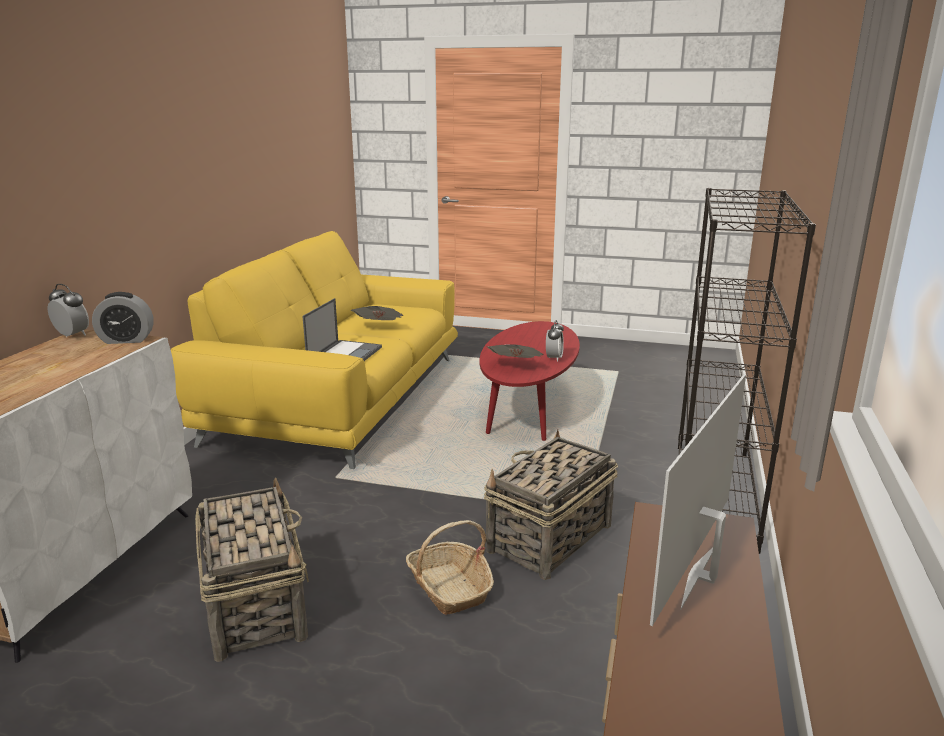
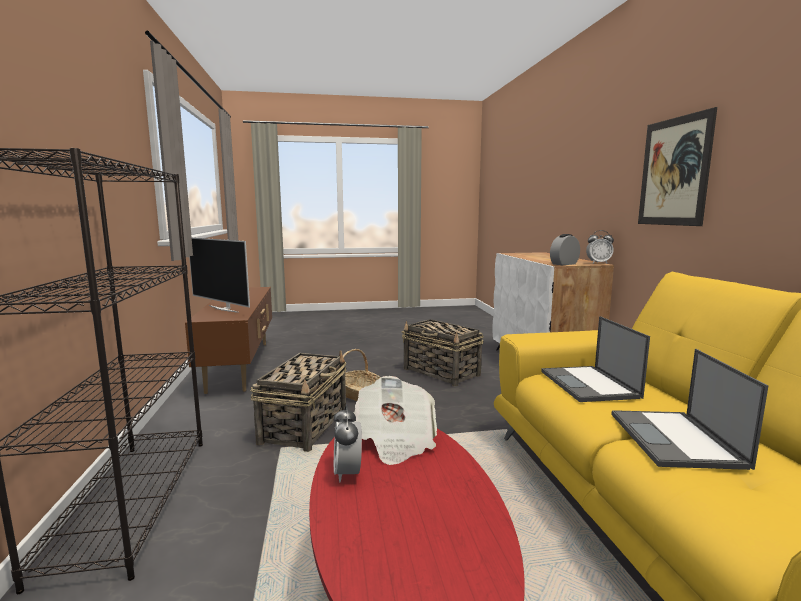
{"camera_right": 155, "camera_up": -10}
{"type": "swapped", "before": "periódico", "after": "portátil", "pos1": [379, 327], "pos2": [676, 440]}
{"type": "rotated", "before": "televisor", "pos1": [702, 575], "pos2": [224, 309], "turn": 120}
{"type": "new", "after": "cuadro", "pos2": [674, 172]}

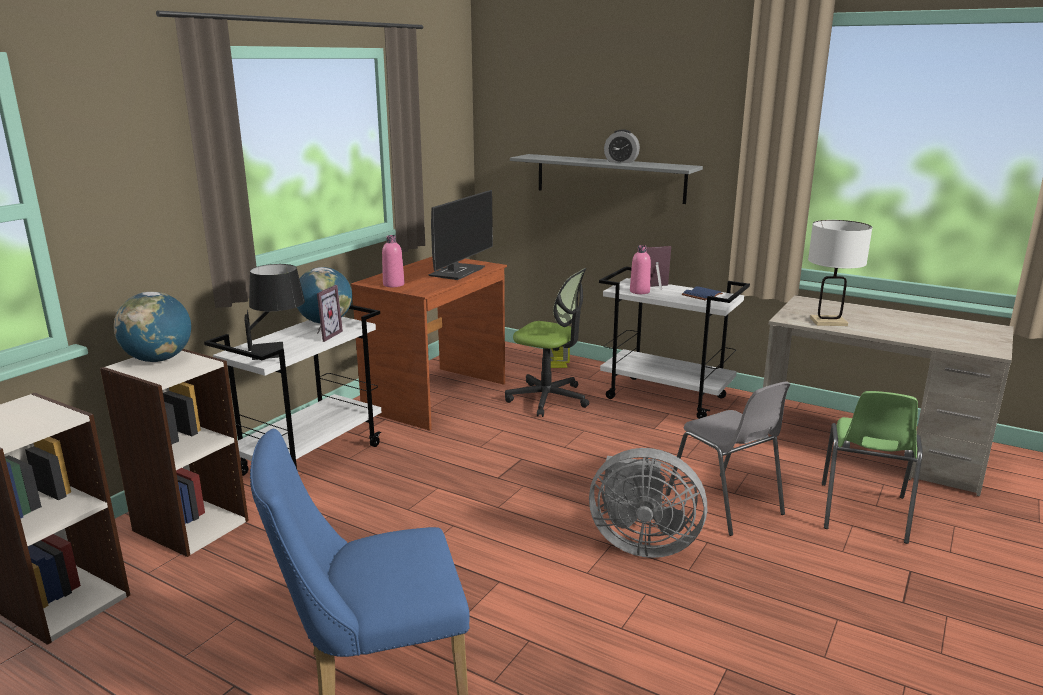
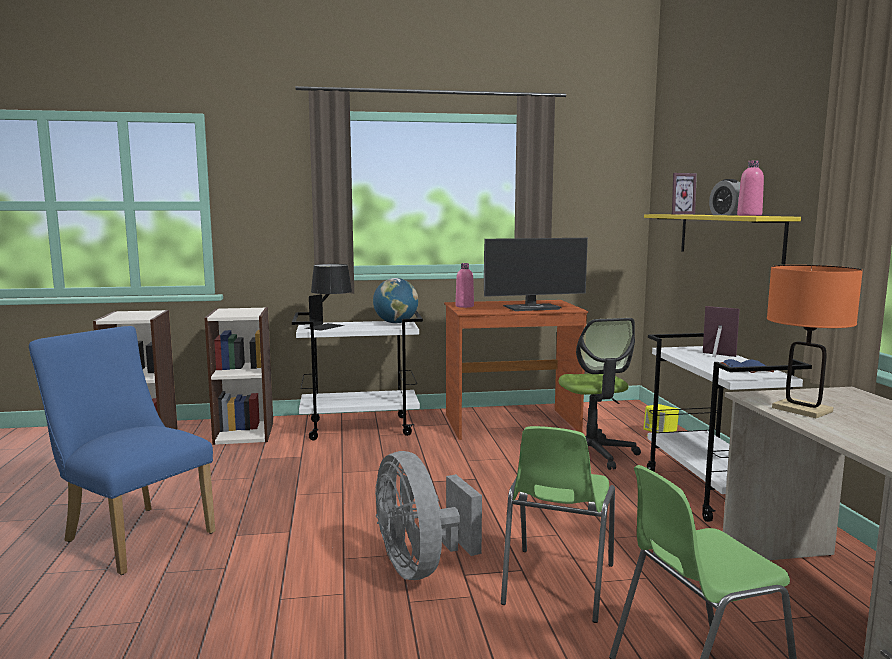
{"camera_right": 50, "camera_up": -10}
{"type": "gone", "before": "globo terráqueo", "pos1": [158, 359]}
{"type": "shifted", "before": "portarretratos", "pos1": [325, 335], "pos2": [678, 214]}
{"type": "repainted", "before": "estante/gris", "after": "estante/amarillo", "pos1": [609, 178], "pos2": [728, 236]}
{"type": "shifted", "before": "botella/rosa", "pos1": [639, 291], "pos2": [749, 215]}
{"type": "repainted", "before": "silla/gris", "after": "silla/verde", "pos1": [725, 505], "pos2": [557, 584]}
{"type": "repainted", "before": "lámpara de mesa/blanco", "after": "lámpara de mesa/naranja", "pos1": [828, 322], "pos2": [802, 410]}

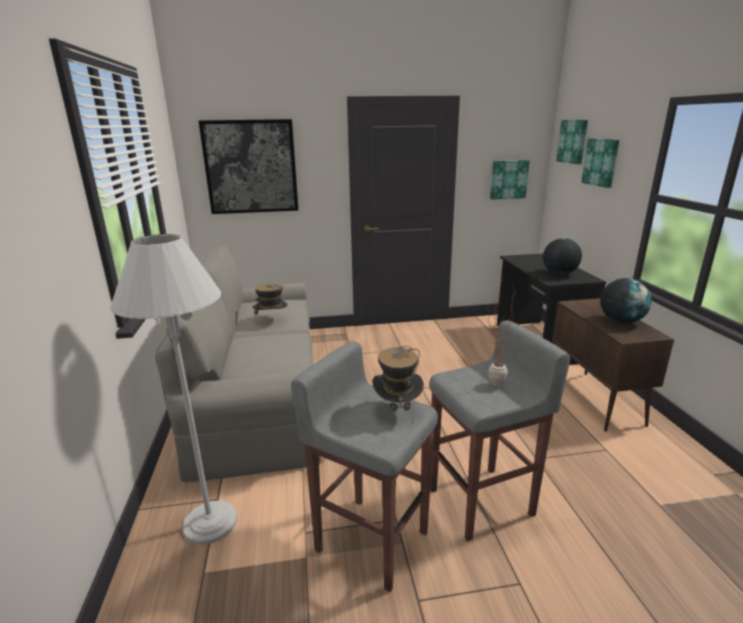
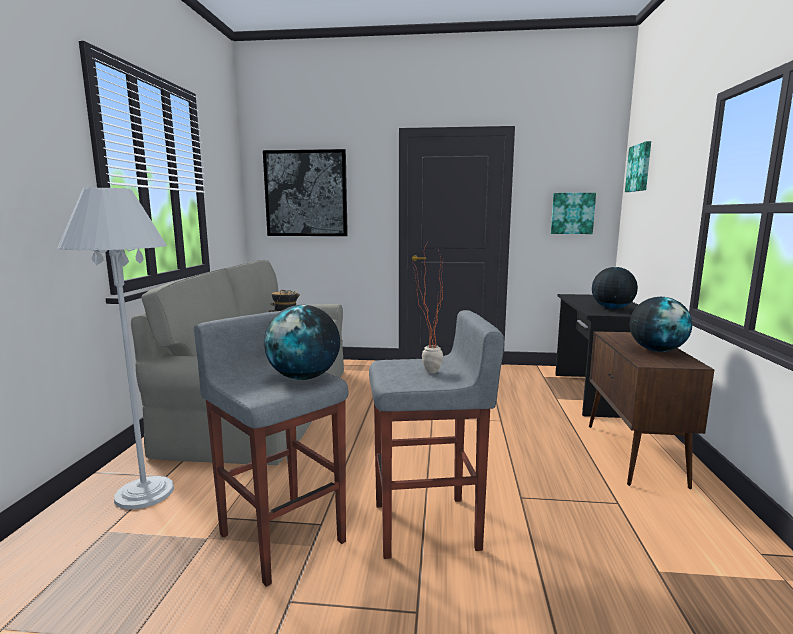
{"camera_right": 15, "camera_up": -10}
{"type": "swapped", "before": "sombrero", "after": "globo terráqueo", "pos1": [397, 410], "pos2": [304, 377]}
{"type": "gone", "before": "cuadro", "pos1": [601, 162]}

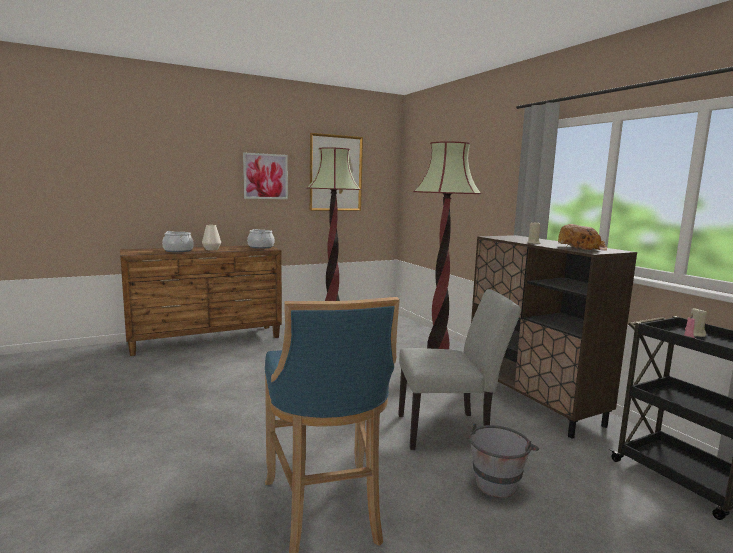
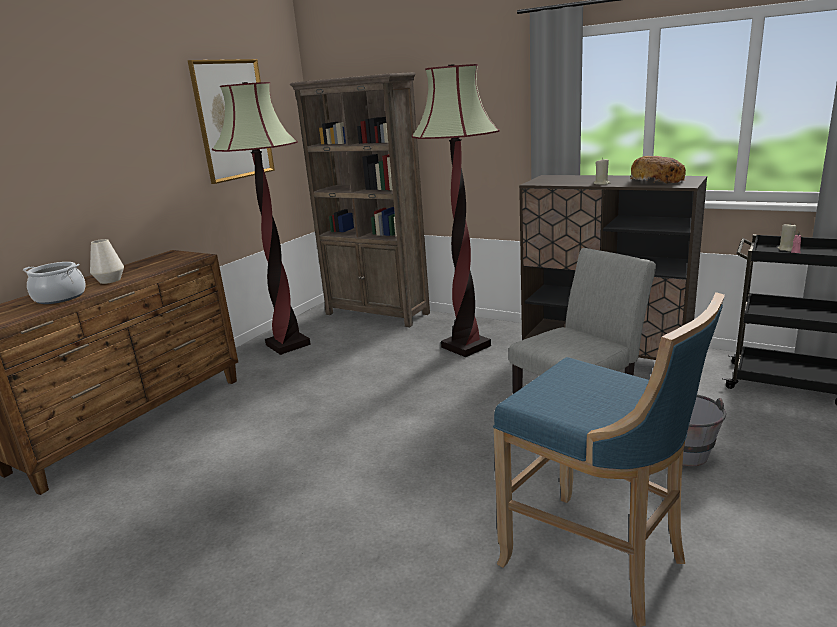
{"camera_right": -30, "camera_up": 10}
{"type": "gone", "before": "cuadro", "pos1": [265, 176]}
{"type": "gone", "before": "olla", "pos1": [261, 247]}
{"type": "new", "after": "estantería/marrón", "pos2": [377, 314]}

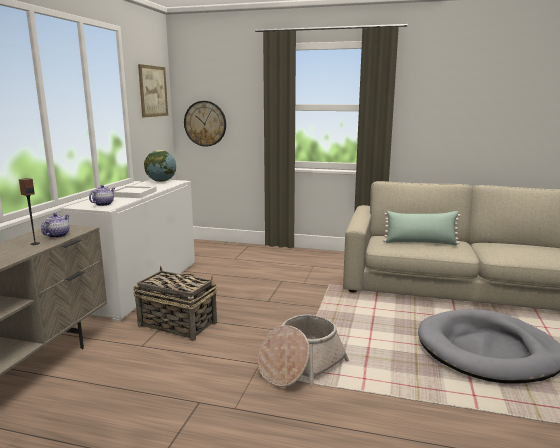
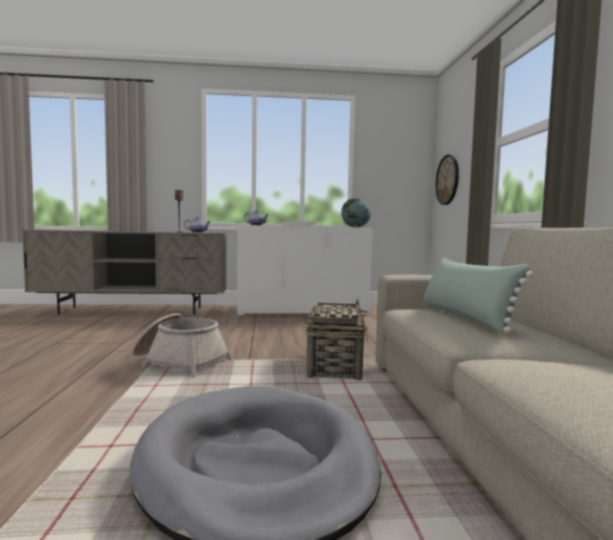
{"camera_right": 70, "camera_up": -10}
{"type": "shifted", "before": "cesta", "pos1": [177, 324], "pos2": [335, 365]}
{"type": "gone", "before": "cuadro", "pos1": [153, 91]}

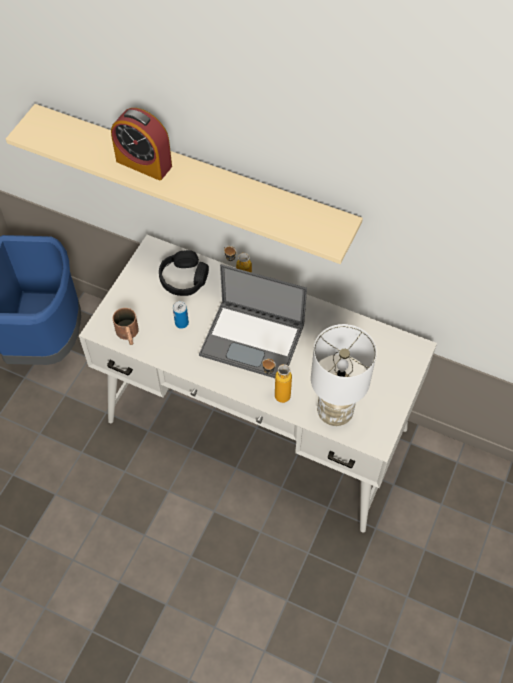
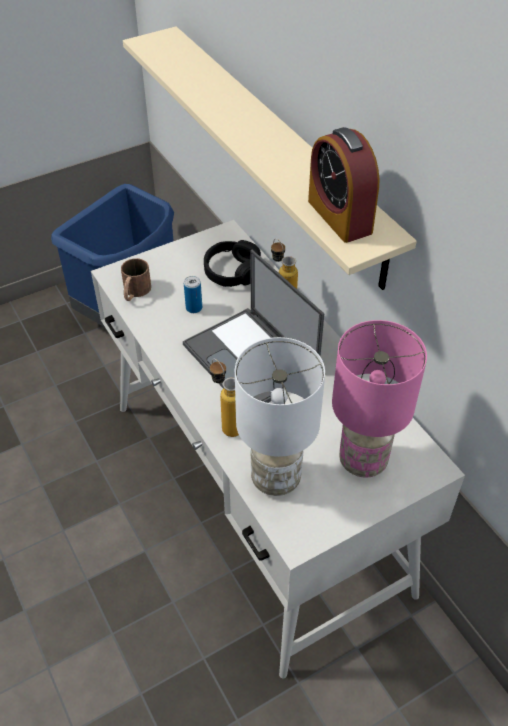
{"camera_right": 35, "camera_up": -10}
{"type": "shifted", "before": "despertador", "pos1": [144, 163], "pos2": [339, 216]}
{"type": "new", "after": "lámpara de mesa/rosa", "pos2": [363, 462]}

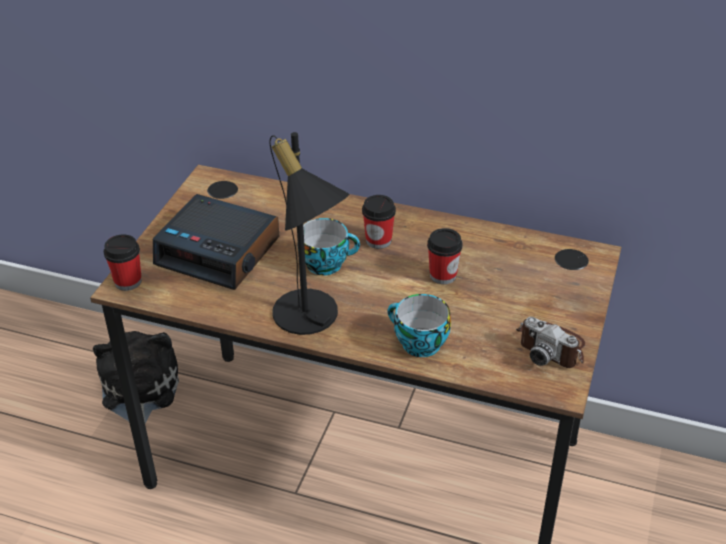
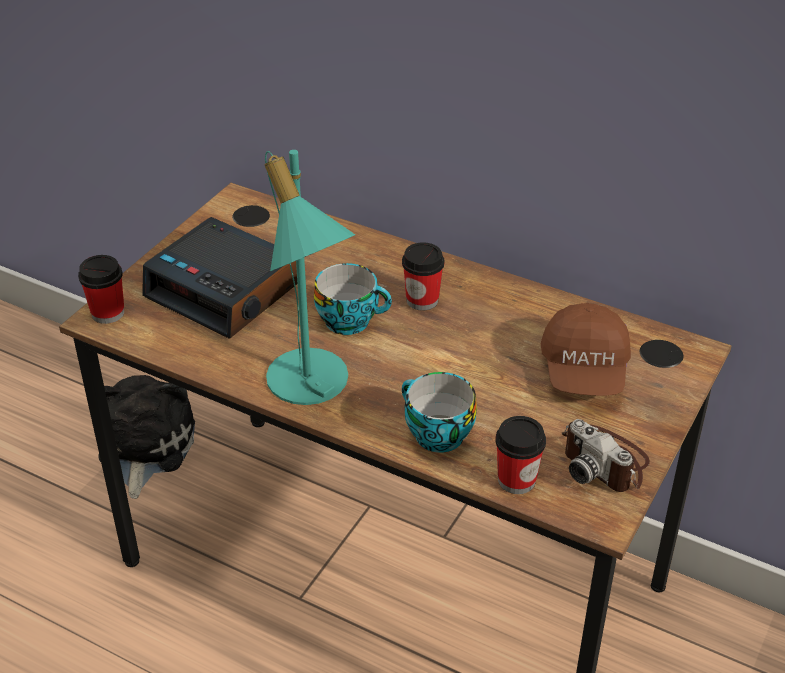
{"camera_right": 10, "camera_up": 0}
{"type": "repainted", "before": "lámpara de mesa/negro", "after": "lámpara de mesa/turquesa", "pos1": [311, 320], "pos2": [311, 388]}
{"type": "shifted", "before": "taza", "pos1": [443, 275], "pos2": [516, 480]}
{"type": "new", "after": "gorra/marrón", "pos2": [584, 371]}

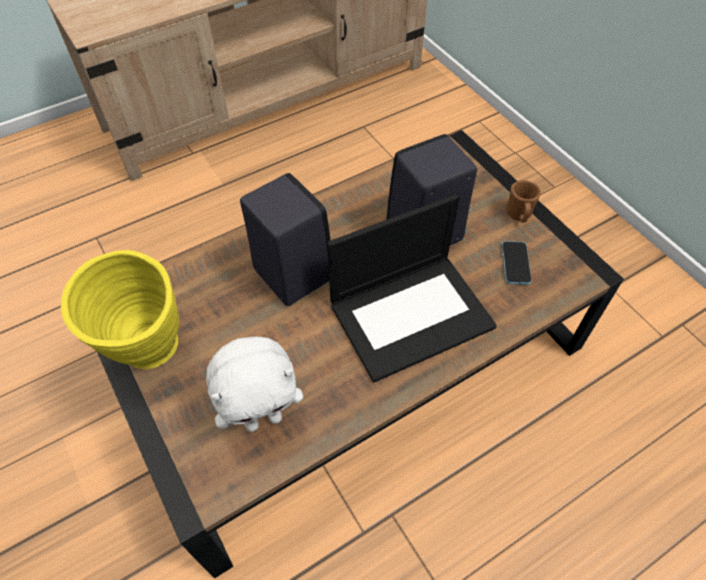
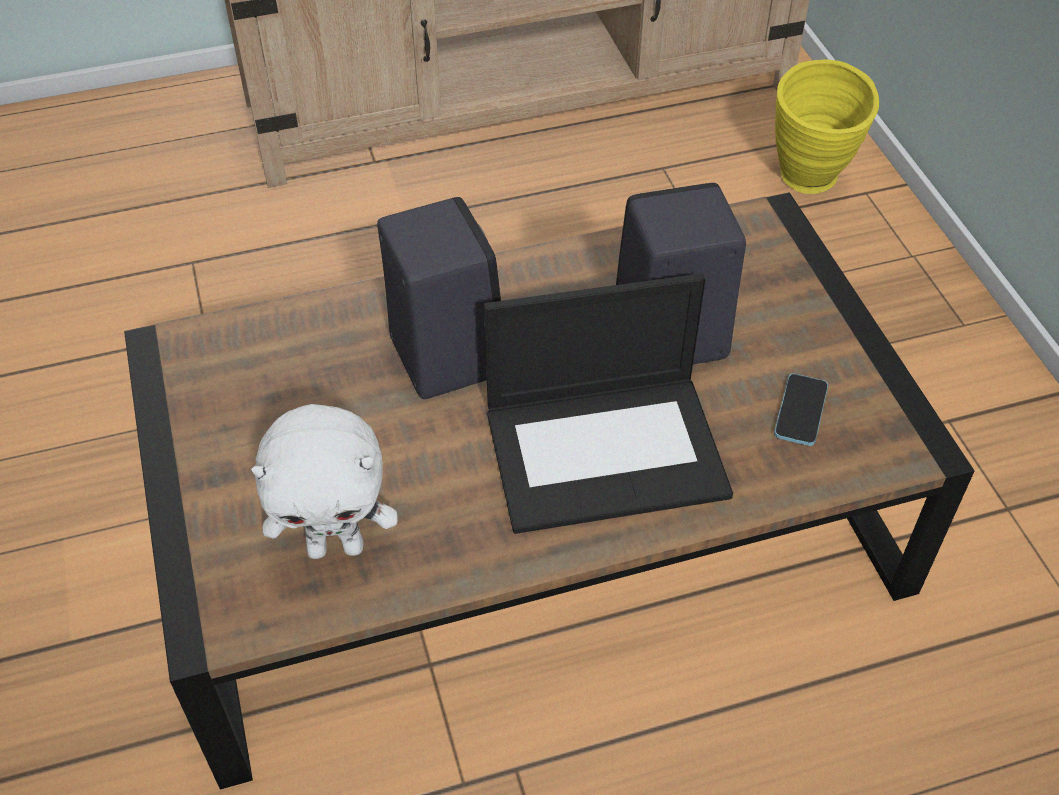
{"camera_right": 15, "camera_up": -5}
{"type": "shifted", "before": "florero/amarillo", "pos1": [151, 357], "pos2": [809, 185]}
{"type": "gone", "before": "taza grande/marrón", "pos1": [519, 215]}

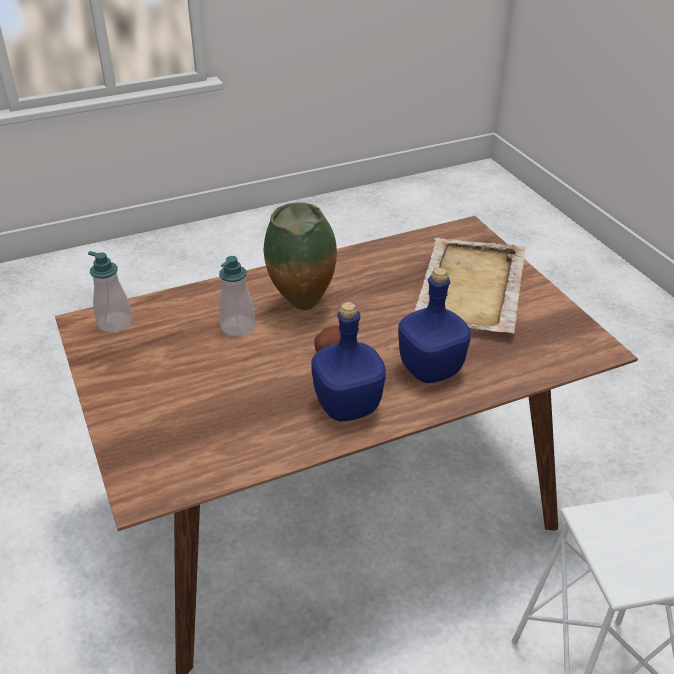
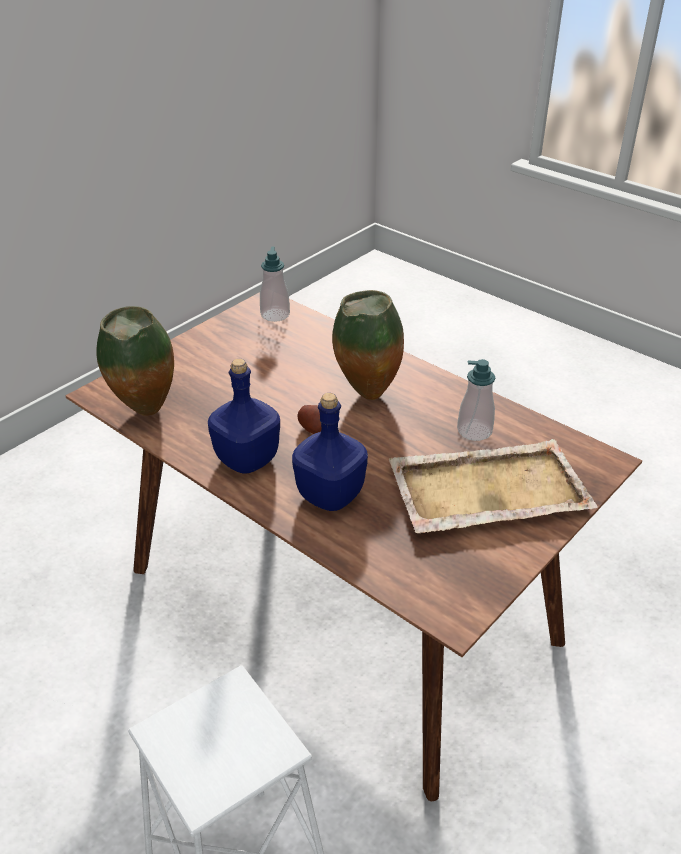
{"camera_right": 65, "camera_up": 0}
{"type": "shifted", "before": "dispensador de jabón", "pos1": [238, 327], "pos2": [474, 431]}
{"type": "new", "after": "florero", "pos2": [146, 413]}

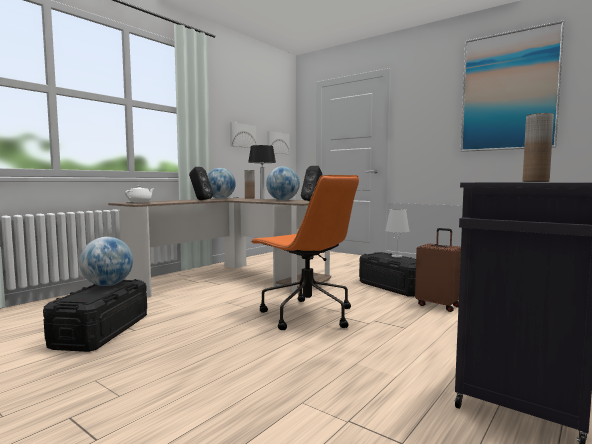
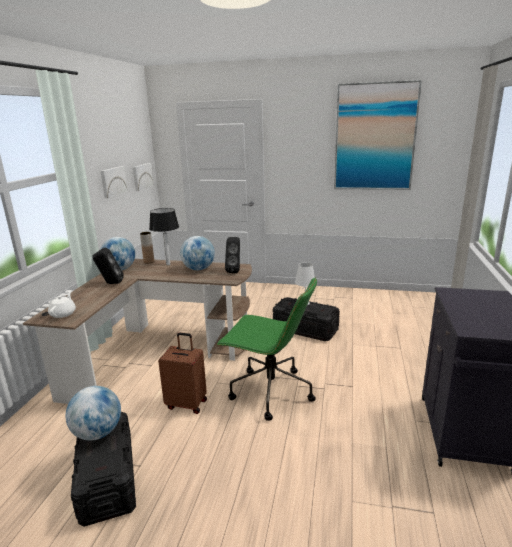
{"camera_right": -25, "camera_up": 15}
{"type": "repainted", "before": "silla de oficina/naranja", "after": "silla de oficina/verde", "pos1": [306, 315], "pos2": [269, 392]}
{"type": "shifted", "before": "maleta/marrón", "pos1": [438, 305], "pos2": [187, 403]}
{"type": "gone", "before": "florero/marrón", "pos1": [535, 181]}

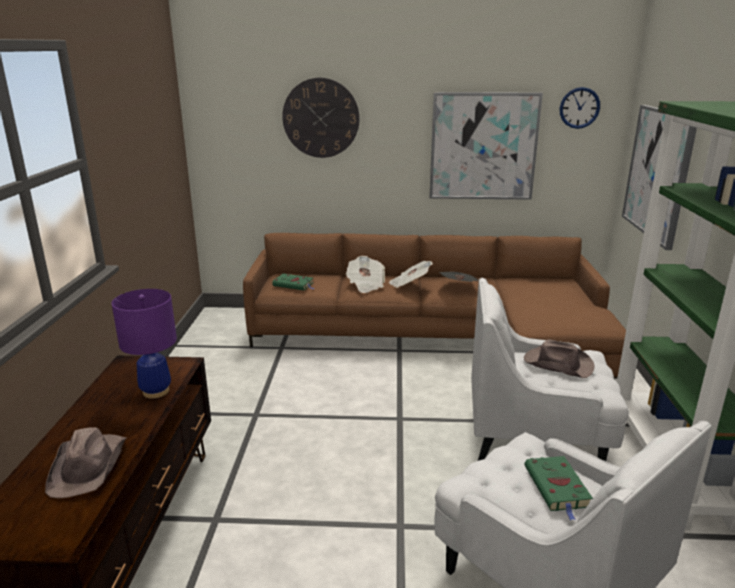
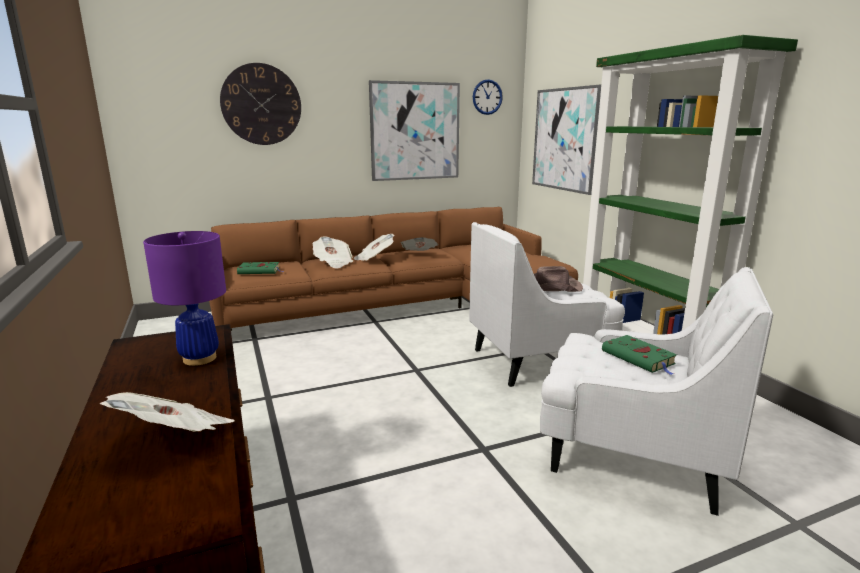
{"camera_right": -25, "camera_up": -5}
{"type": "swapped", "before": "sombrero/marrón", "after": "periódico", "pos1": [89, 465], "pos2": [176, 437]}

